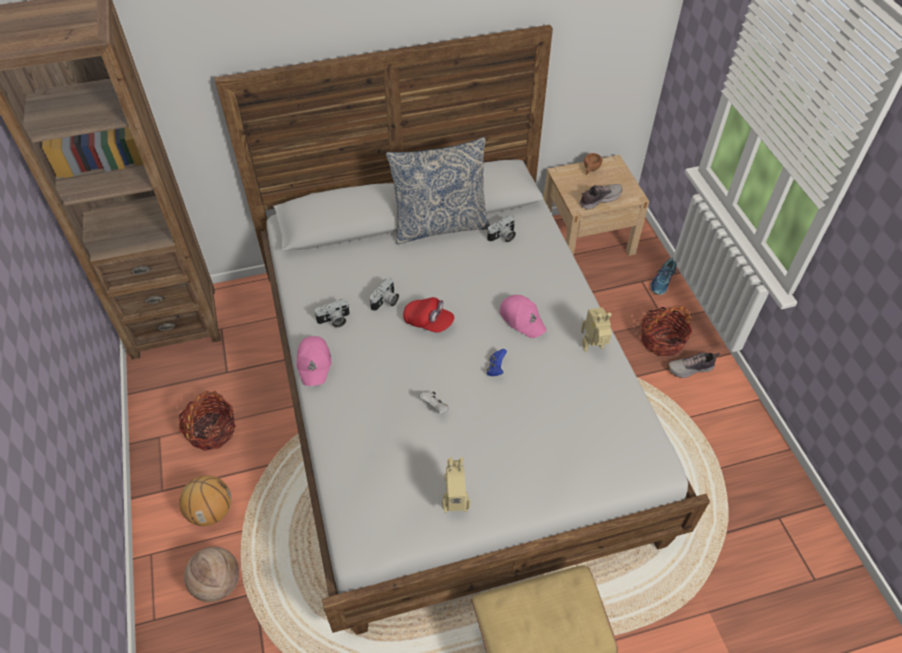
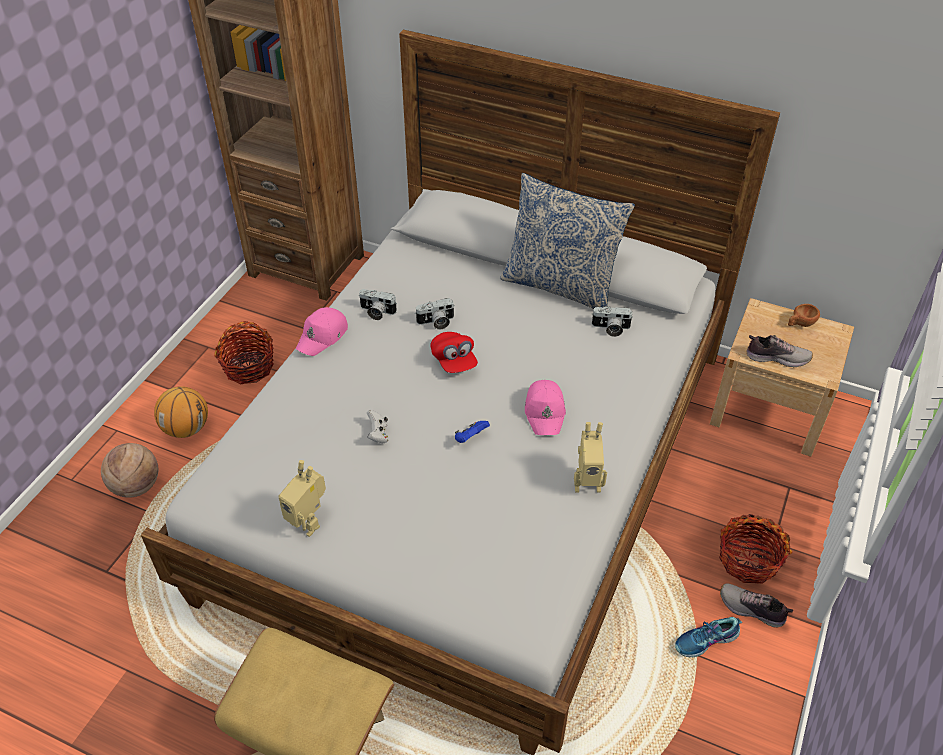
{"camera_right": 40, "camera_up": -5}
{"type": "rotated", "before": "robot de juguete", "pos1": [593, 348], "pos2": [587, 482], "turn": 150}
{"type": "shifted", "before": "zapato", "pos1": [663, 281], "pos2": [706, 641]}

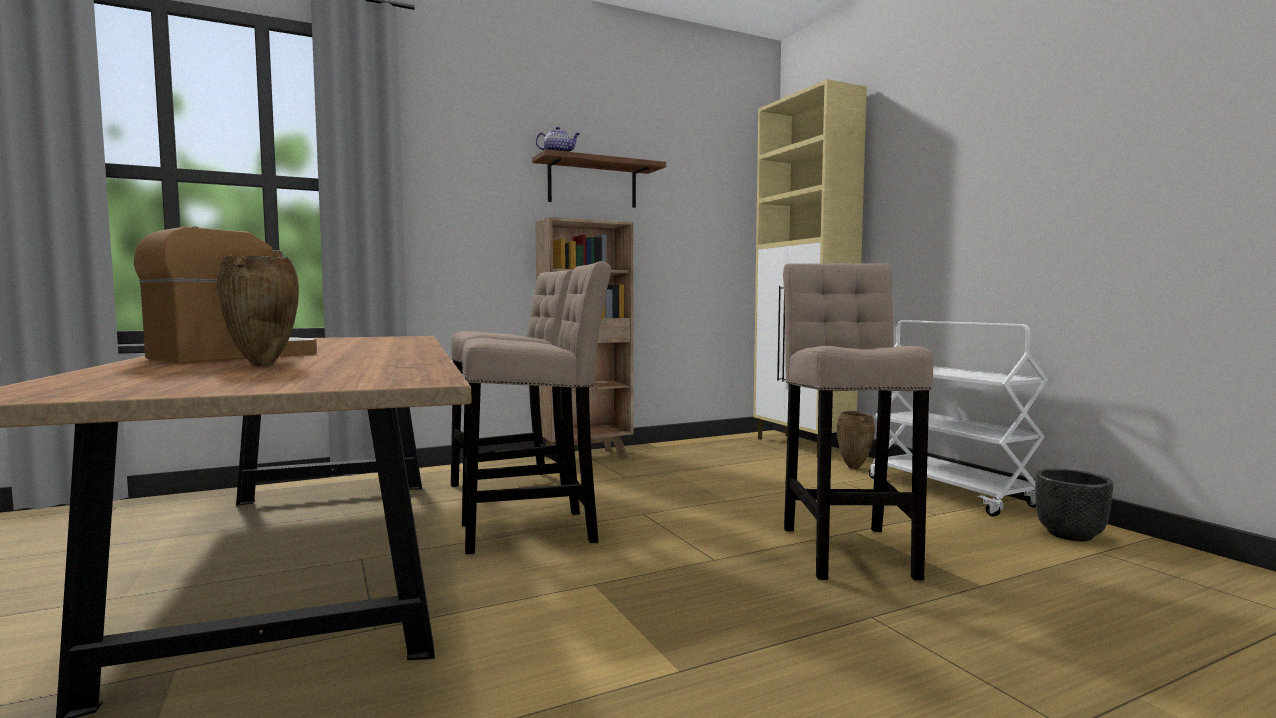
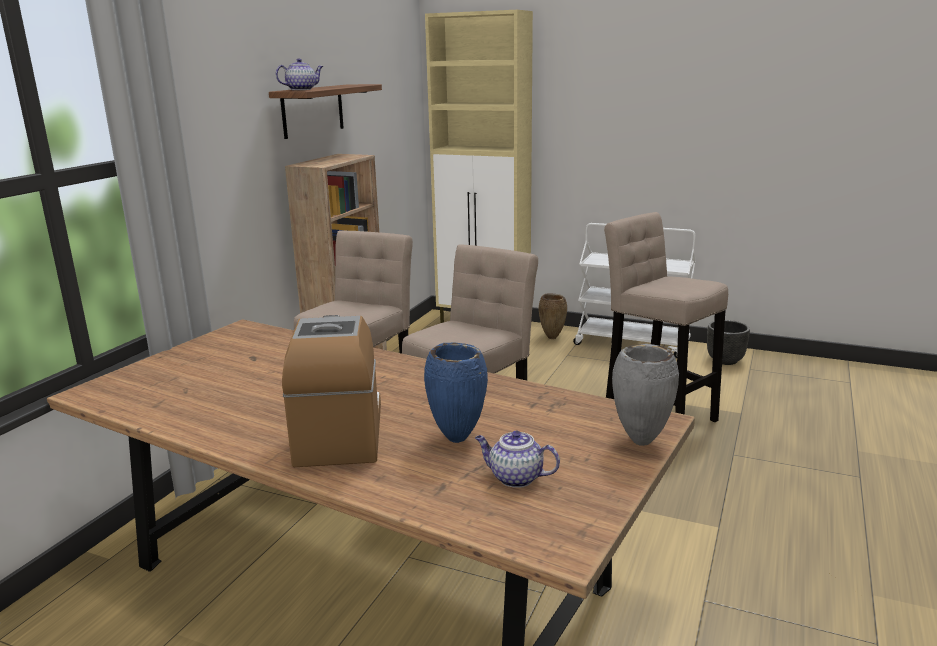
{"camera_right": -40, "camera_up": 15}
{"type": "repainted", "before": "florero/marrón", "after": "florero/azul", "pos1": [263, 365], "pos2": [458, 439]}
{"type": "new", "after": "tetera", "pos2": [515, 478]}
{"type": "new", "after": "florero/gris", "pos2": [639, 441]}

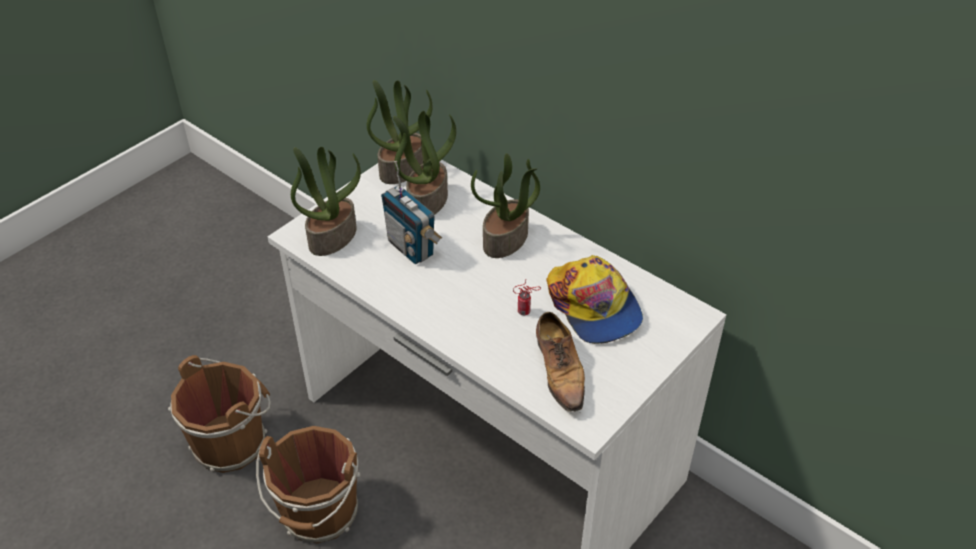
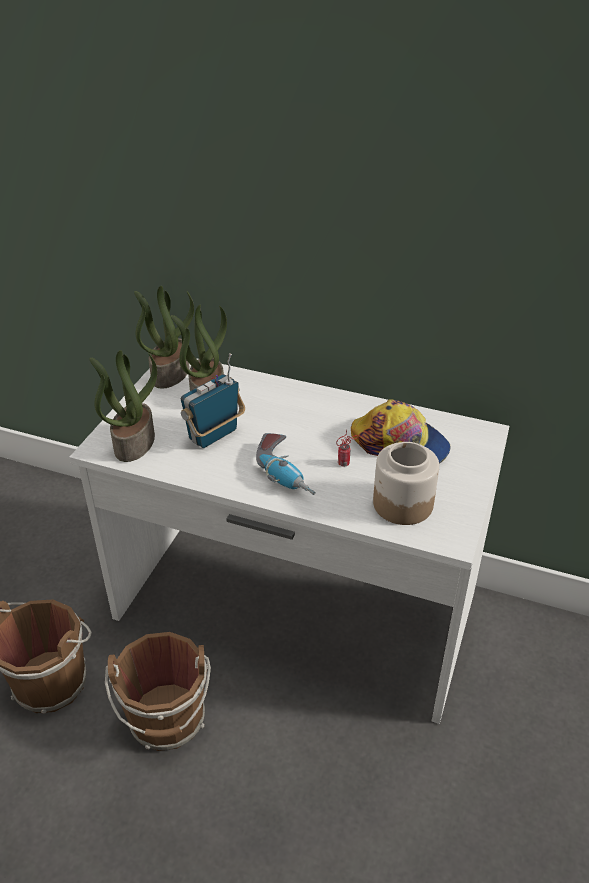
{"camera_right": -20, "camera_up": -5}
{"type": "rotated", "before": "radio", "pos1": [411, 248], "pos2": [214, 435], "turn": 105}
{"type": "gone", "before": "planta en maceta", "pos1": [506, 240]}
{"type": "swapped", "before": "zapato", "after": "tarro", "pos1": [560, 371], "pos2": [402, 503]}
{"type": "new", "after": "taladro", "pos2": [287, 473]}

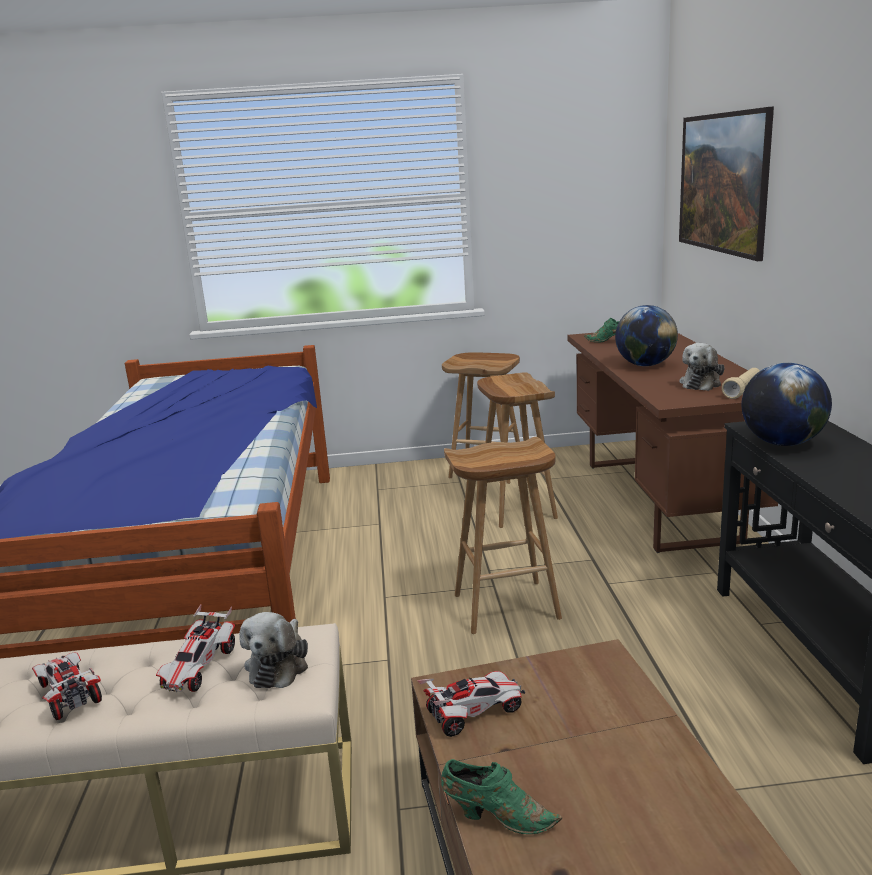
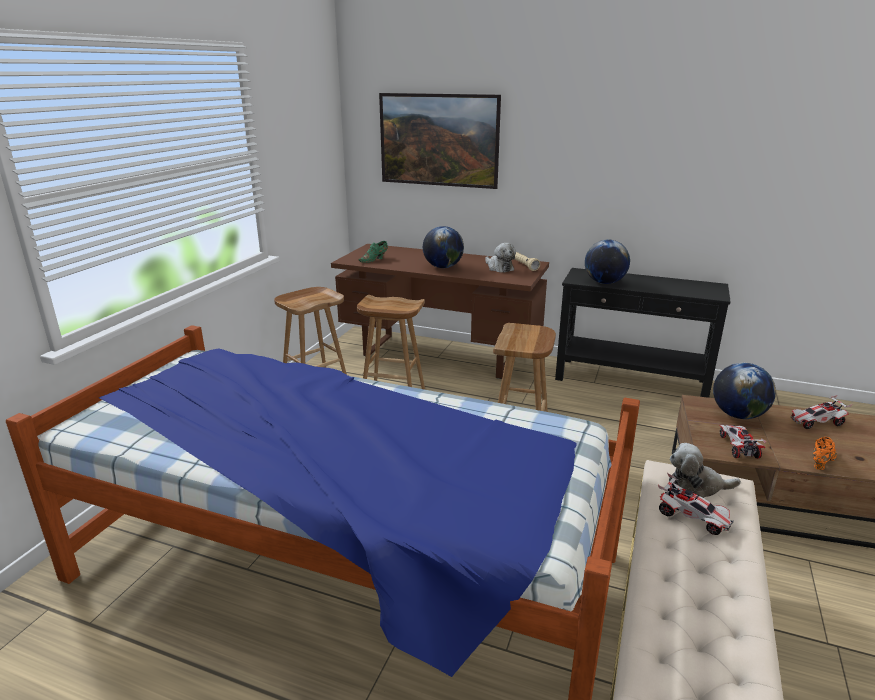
{"camera_right": -65, "camera_up": 5}
{"type": "shifted", "before": "coche de juguete", "pos1": [68, 694], "pos2": [816, 422]}
{"type": "rotated", "before": "peluche", "pos1": [279, 664], "pos2": [696, 486], "turn": 150}
{"type": "repainted", "before": "zapato/verde", "after": "zapato/naranja", "pos1": [496, 816], "pos2": [821, 462]}
{"type": "new", "after": "globo terráqueo", "pos2": [738, 415]}

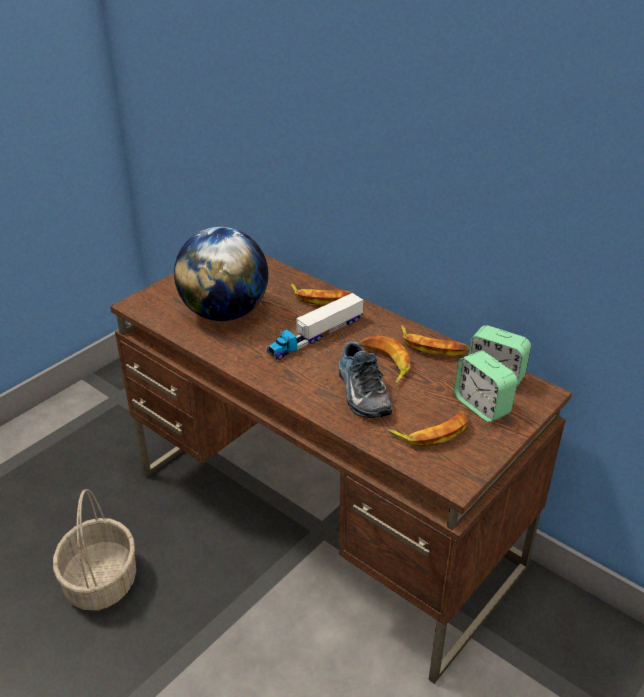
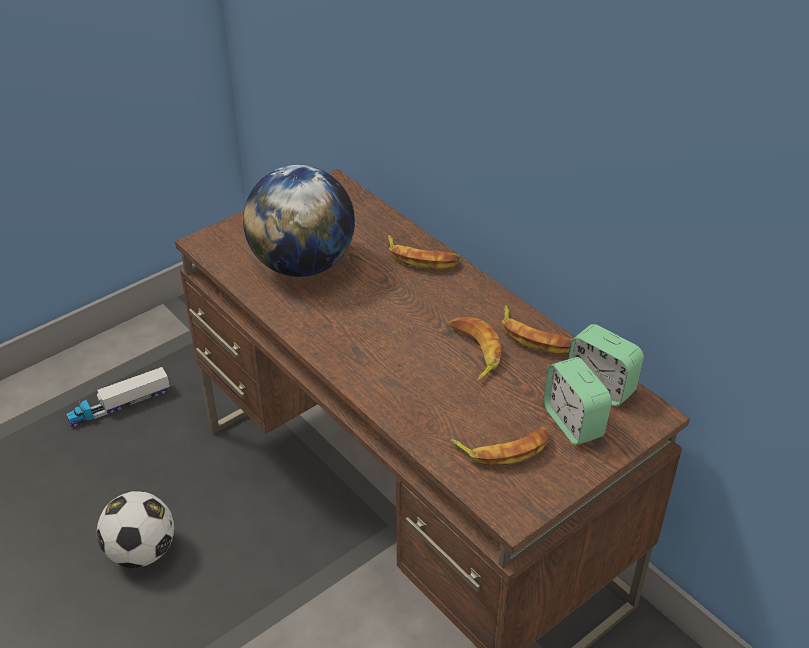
{"camera_right": 10, "camera_up": 5}
{"type": "swapped", "before": "cesta", "after": "balón de fútbol", "pos1": [101, 582], "pos2": [142, 552]}
{"type": "shifted", "before": "camión de juguete", "pos1": [316, 336], "pos2": [119, 405]}
{"type": "gone", "before": "zapato", "pos1": [360, 392]}

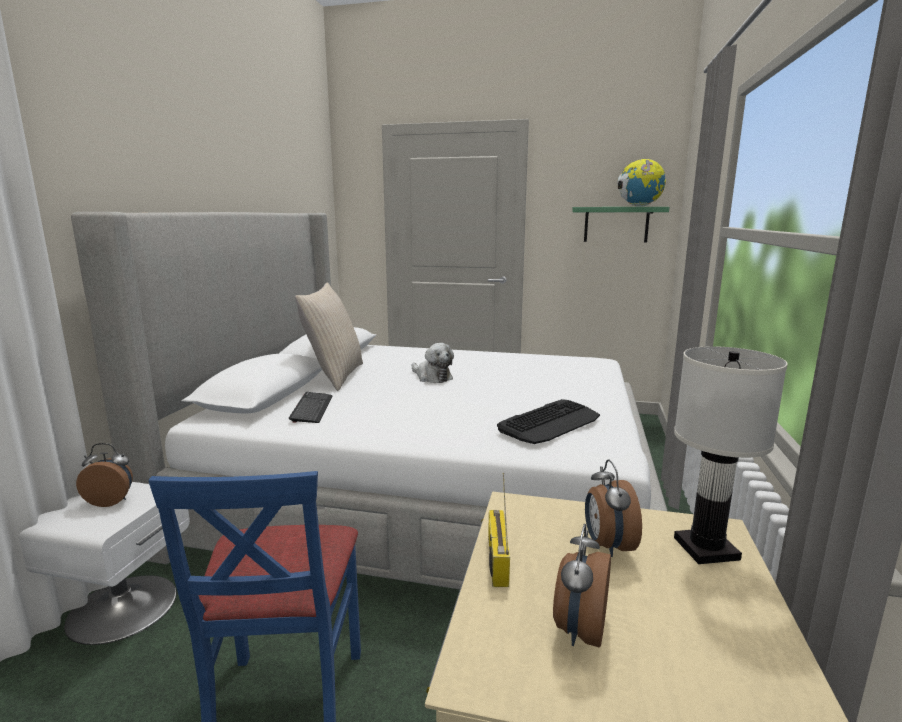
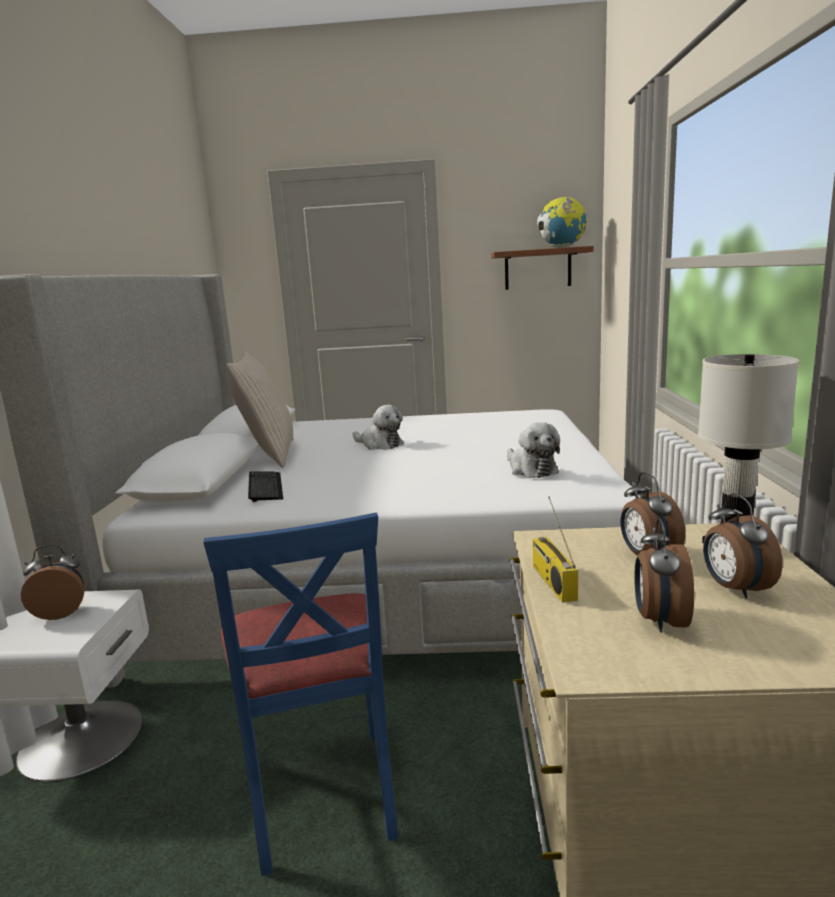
{"camera_right": -10, "camera_up": 0}
{"type": "swapped", "before": "teclado", "after": "peluche", "pos1": [550, 423], "pos2": [531, 469]}
{"type": "repainted", "before": "estante/verde", "after": "estante/marrón", "pos1": [616, 224], "pos2": [537, 269]}
{"type": "new", "after": "despertador", "pos2": [734, 588]}

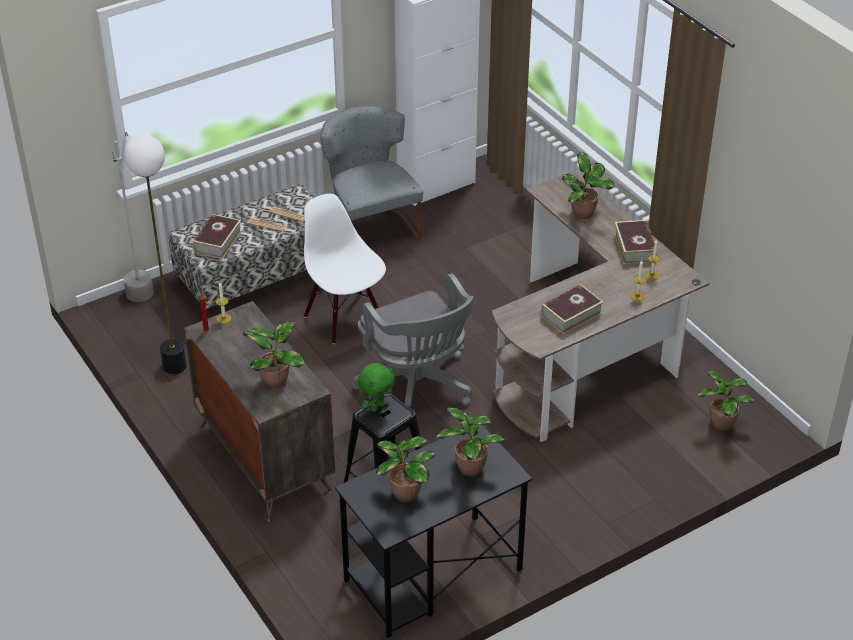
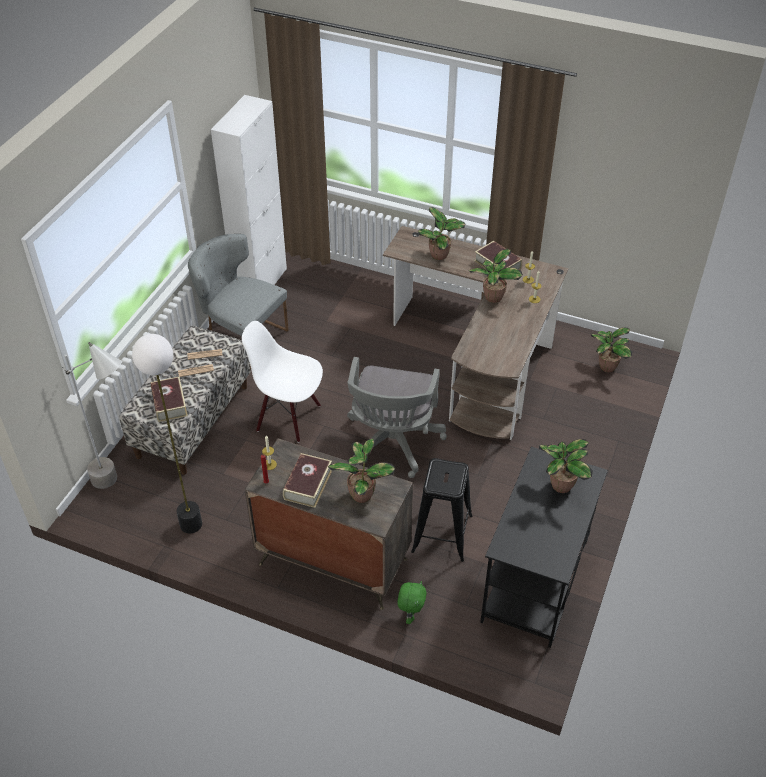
{"camera_right": -35, "camera_up": 5}
{"type": "rotated", "before": "silla de oficina/gris", "pos1": [418, 388], "pos2": [392, 444], "turn": 75}
{"type": "shifted", "before": "peluche/verde", "pos1": [377, 407], "pos2": [410, 615]}
{"type": "shifted", "before": "planta en maceta", "pos1": [404, 494], "pos2": [492, 298]}
{"type": "shifted", "before": "libro", "pos1": [571, 315], "pos2": [308, 484]}

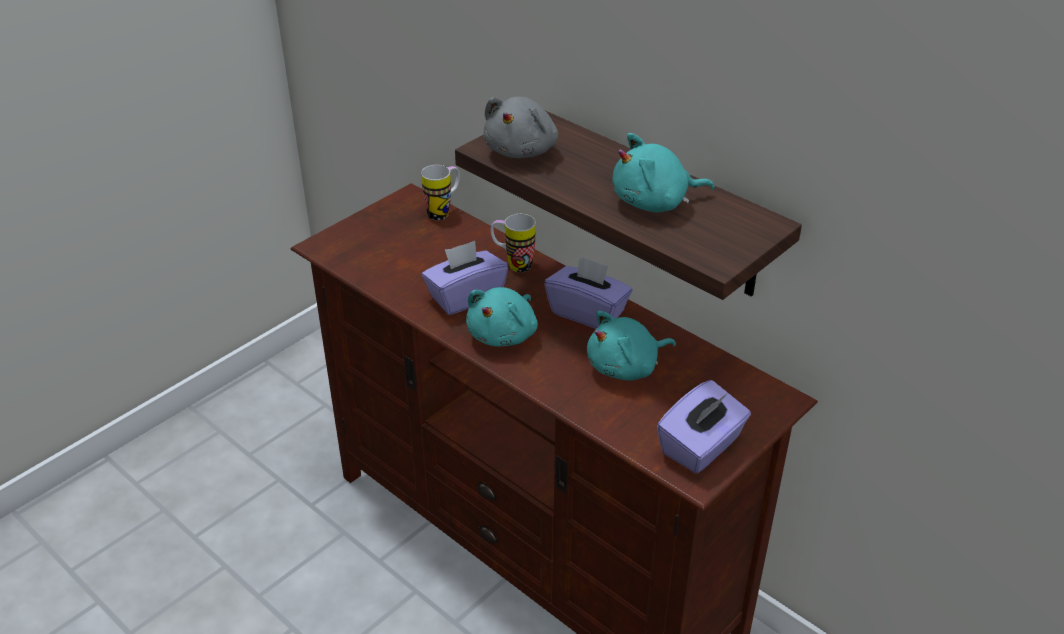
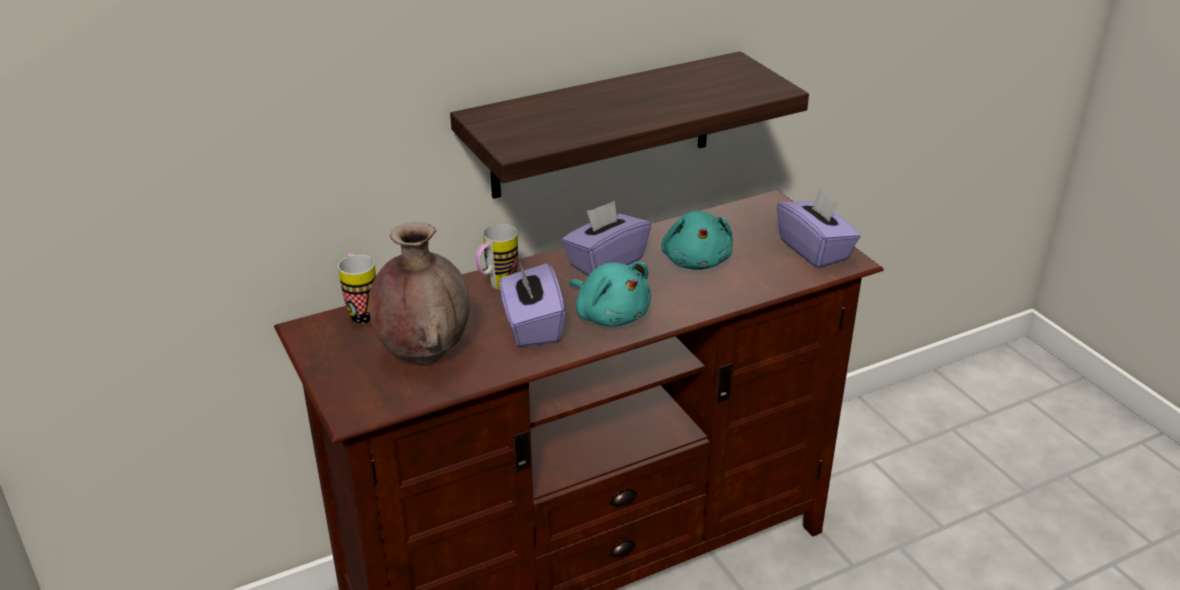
{"camera_right": -70, "camera_up": -5}
{"type": "gone", "before": "peluche/gris", "pos1": [522, 150]}
{"type": "gone", "before": "peluche/turquesa", "pos1": [654, 202]}
{"type": "new", "after": "florero/marrón", "pos2": [423, 353]}

